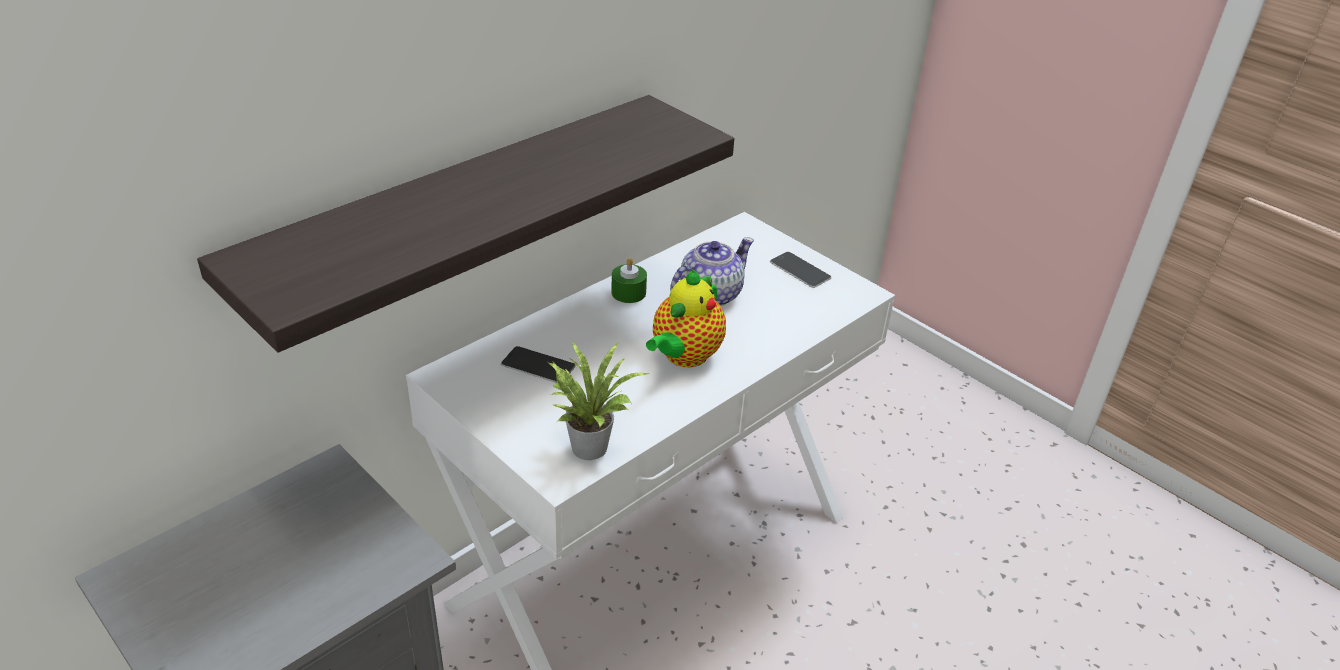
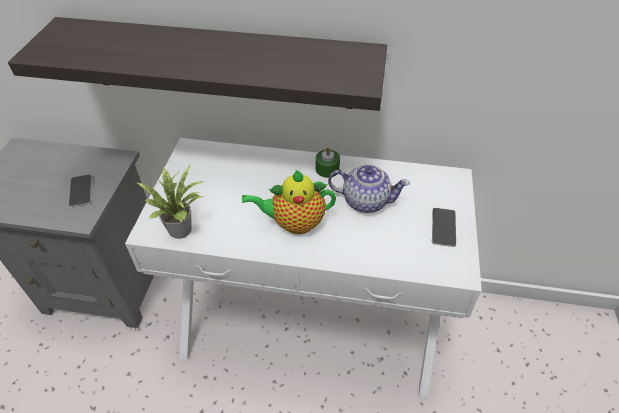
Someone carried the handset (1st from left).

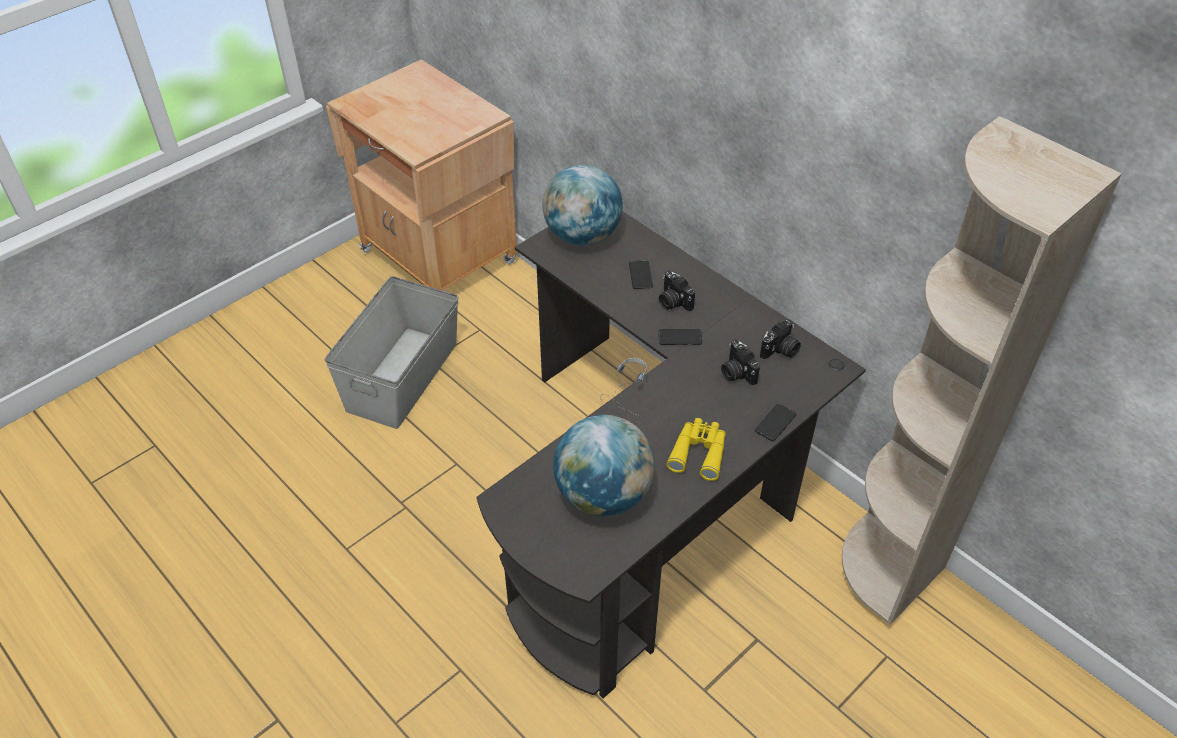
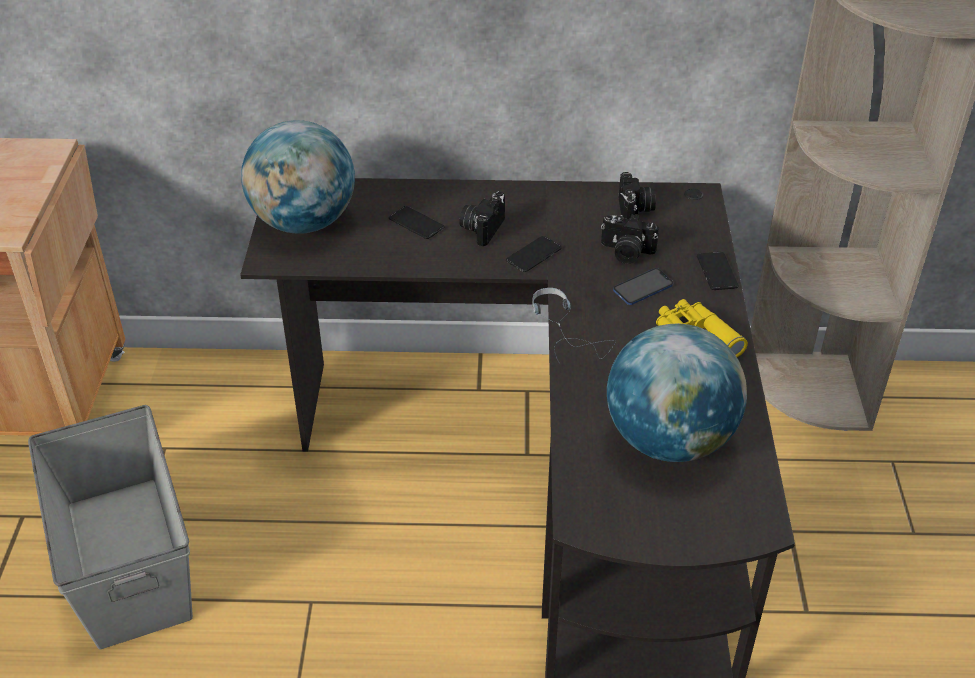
Someone rotated the photo camera (1st from left) by 105 degrees clockwise.
Someone put down the handset (3rd from left).

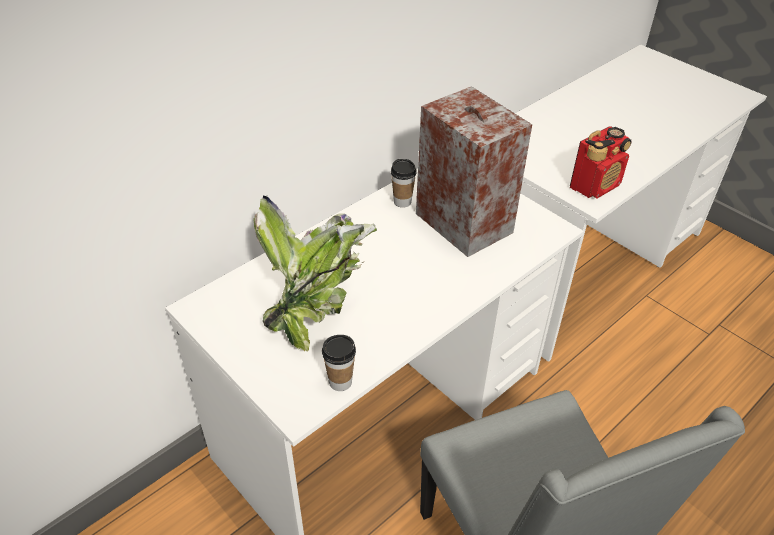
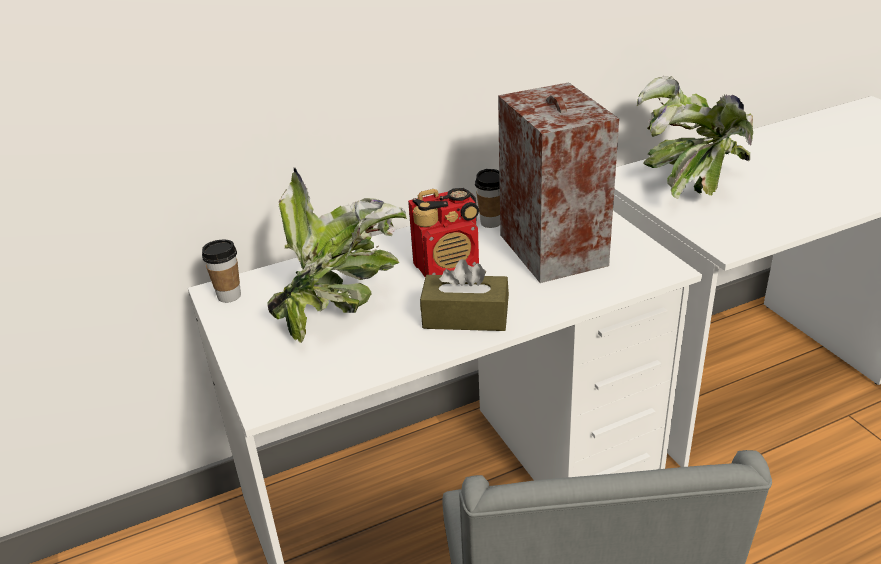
Someone carried the radio set.
Someone carried the drinking cup (1st from left).
Someone put down the potted plant (2nd from left).
Someone put down the brown tissue holder.

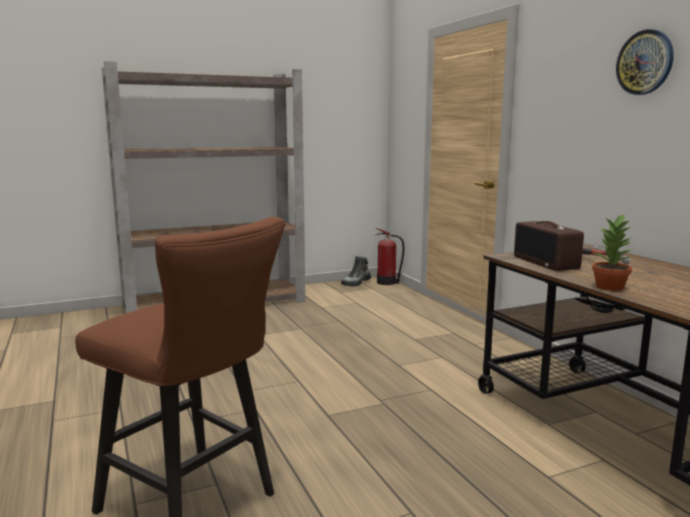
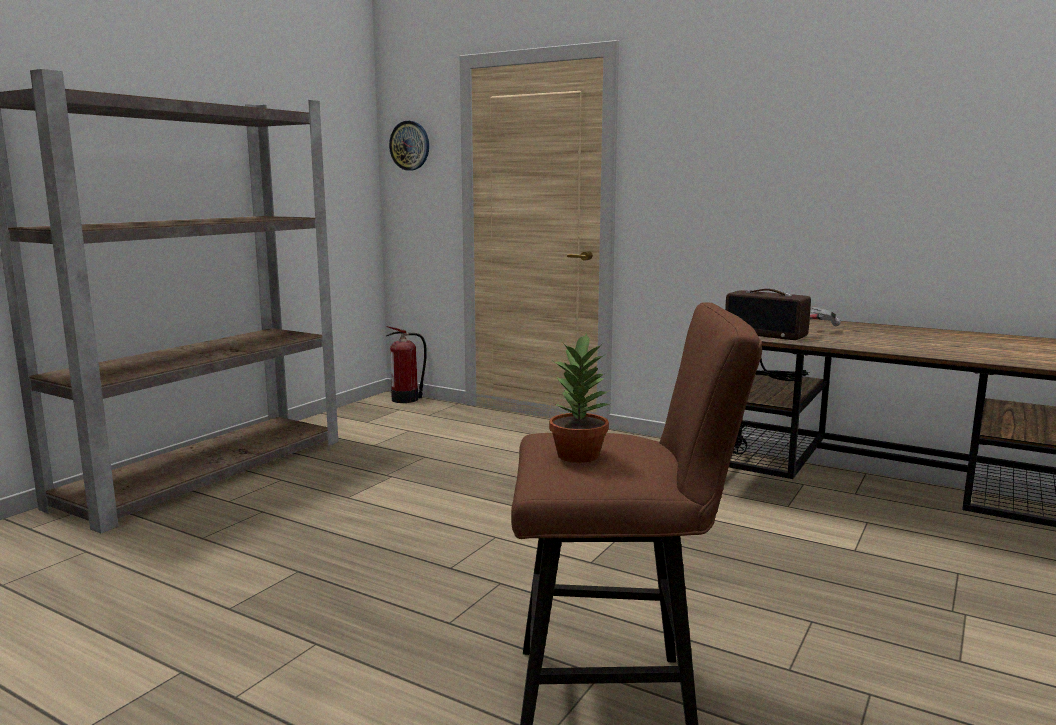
Someone carried the clock on the wall.
Someone carried the potted plant.
Someone took away the boot.

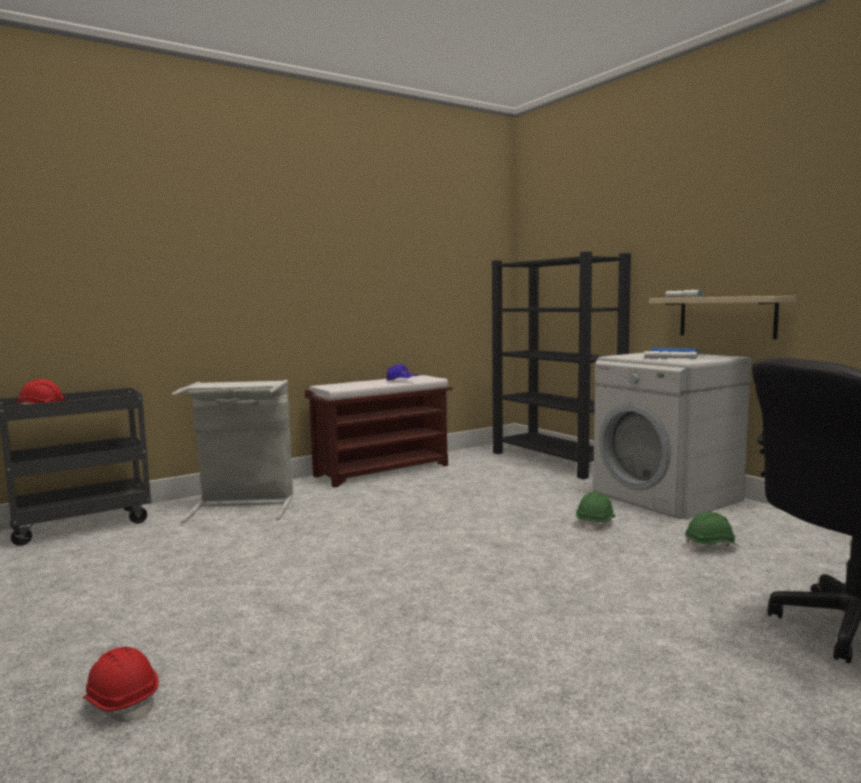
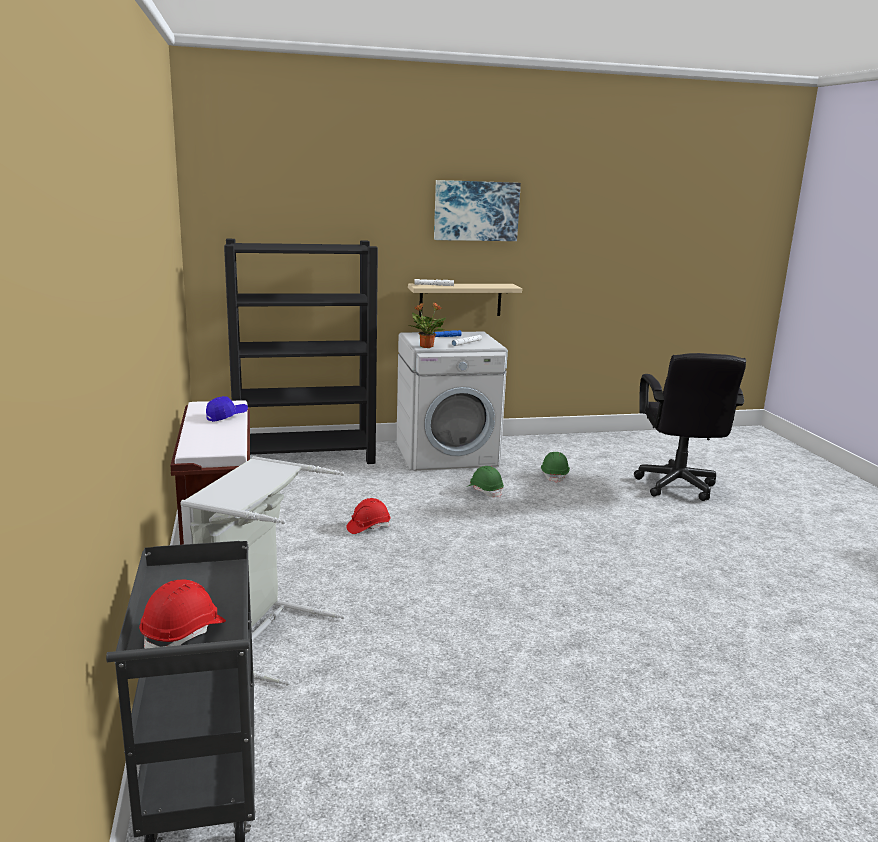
Someone carried the red-coloured work helmet (2nd from left).
Someone put up the wall picture.
Someone put down the potted plant.

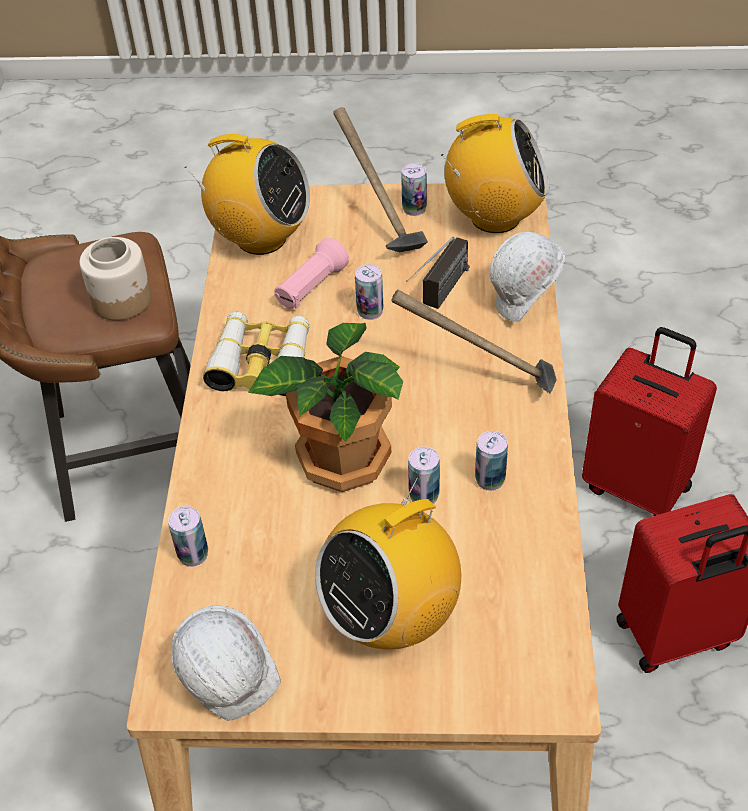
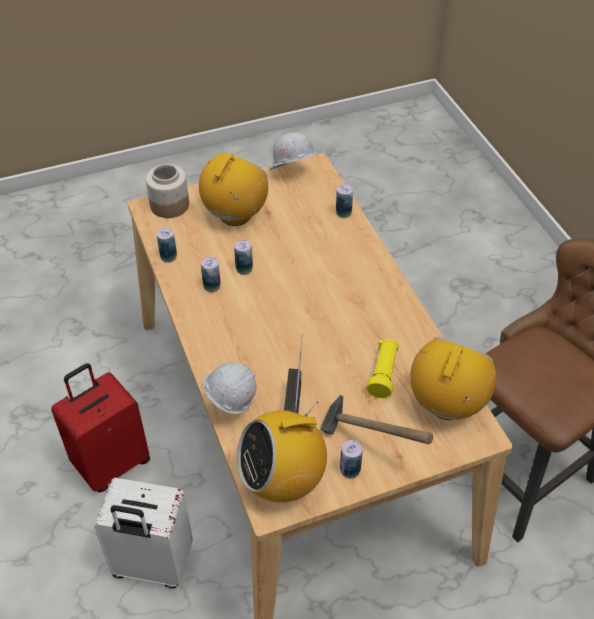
Someone rotated the radio set (1st from left in the first image) by 120 degrees clockwise.
Someone carried the jar.
Someone repainted the pink-coloured torch, which became the yellow torch.
Someone carried the metal can (2nd from left in the first image).
Someone took away the hand hammer (2nd from left).
Someone took away the binoculars.
Someone took away the potted plant.
Someone repainted the red-coloured travel case (1st from left), which became the whitish travel case.

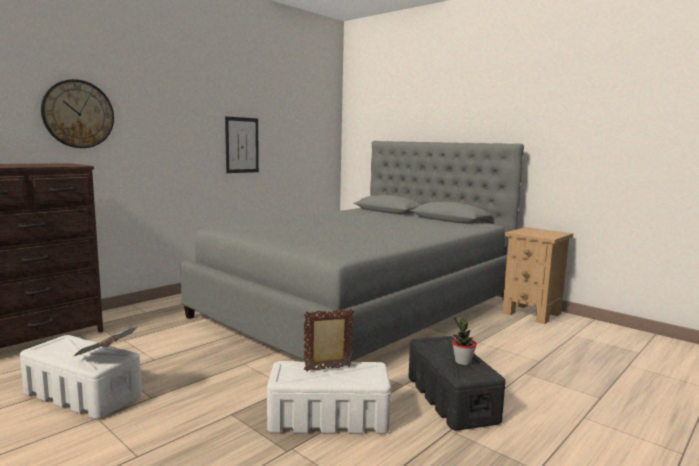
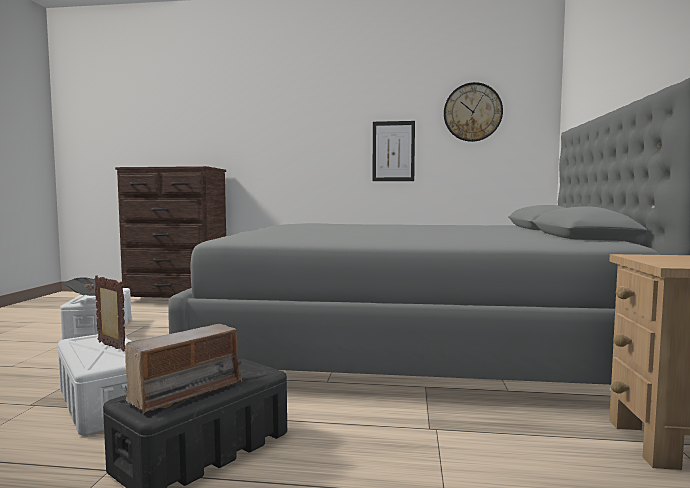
Someone carried the clock on the wall.
Someone swapped the potted plant for the radio set.

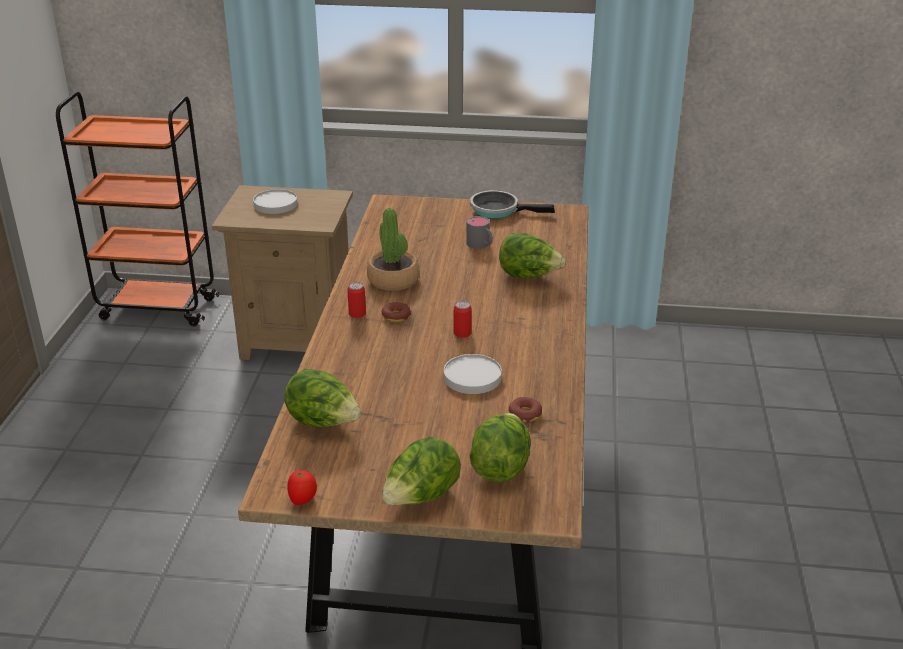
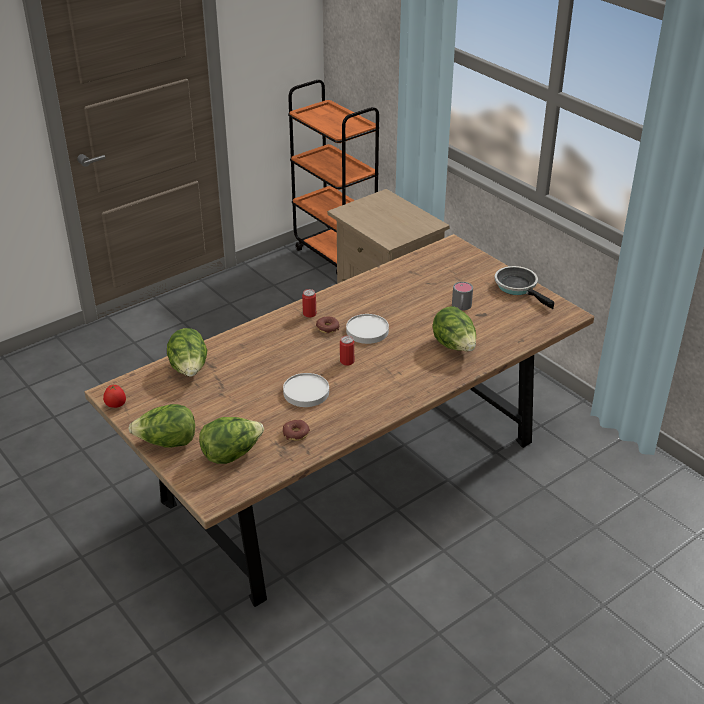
Someone carried the whitish dinner plate (1st from left in the first image).
Someone took away the potted plant.

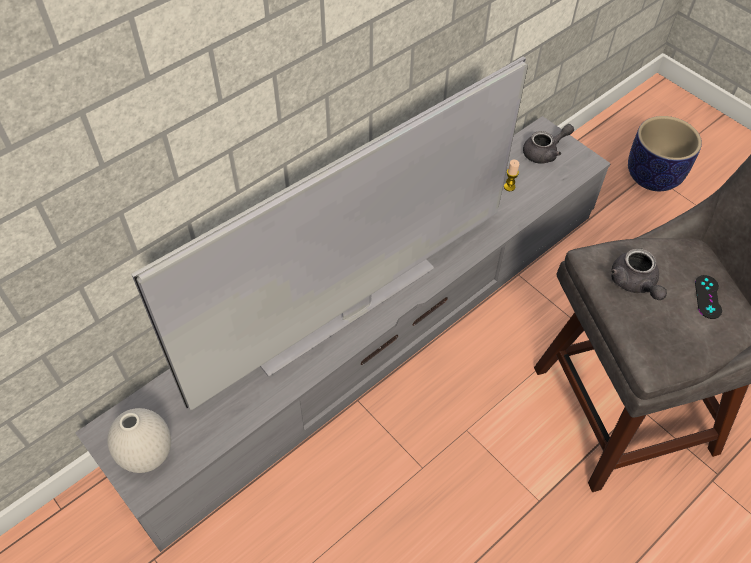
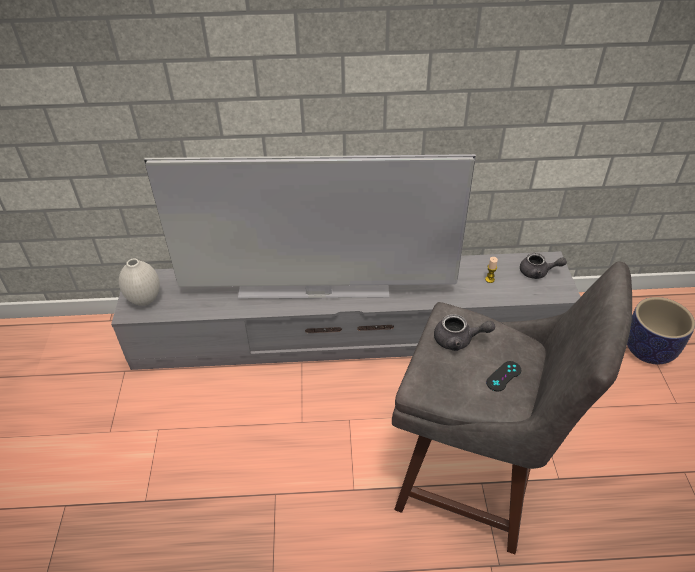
Someone rotated the greyish teapot (2nd from left in the first image) by 105 degrees counterclockwise.

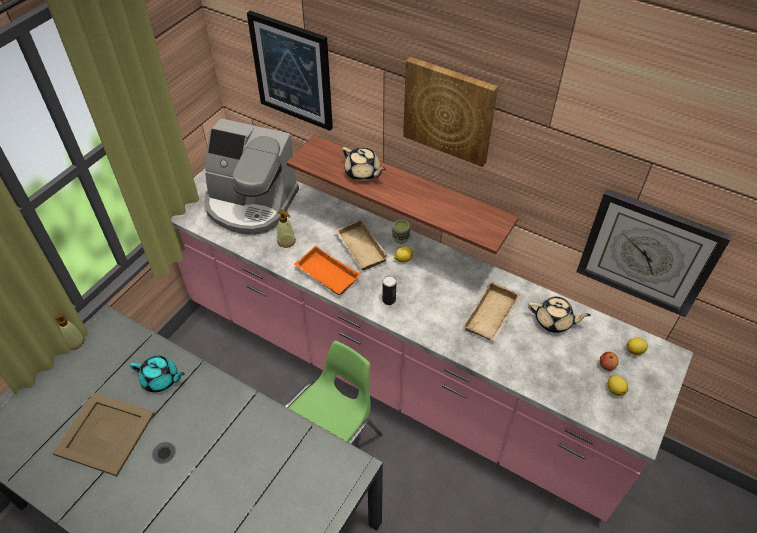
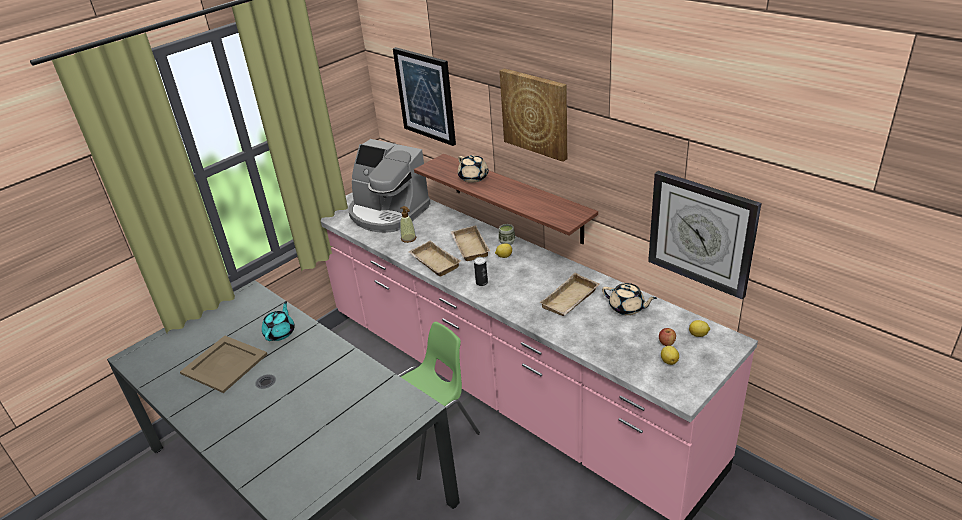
Someone repainted the orange tray, which became the beige tray (2nd from left).
Someone took away the liquid soap bottle (1st from left).
Someone rotated the turquoise teapot by 105 degrees counterclockwise.

